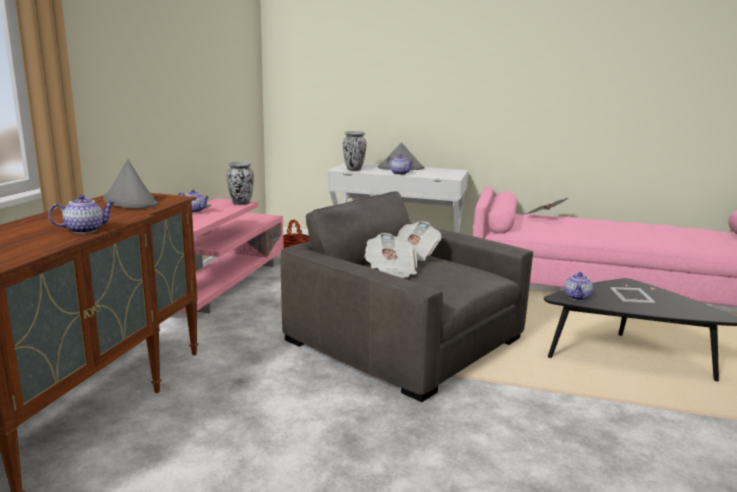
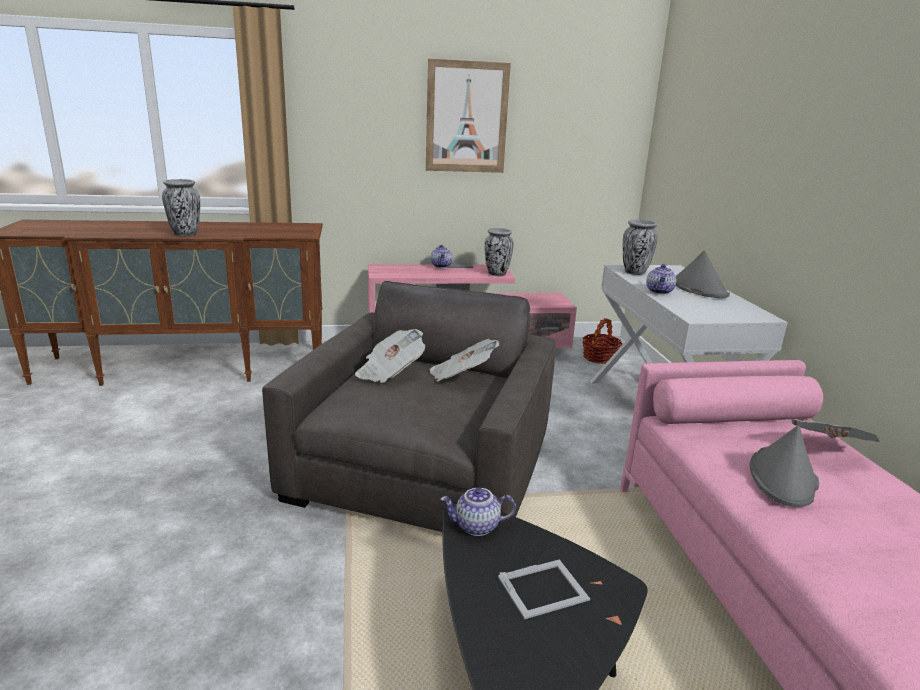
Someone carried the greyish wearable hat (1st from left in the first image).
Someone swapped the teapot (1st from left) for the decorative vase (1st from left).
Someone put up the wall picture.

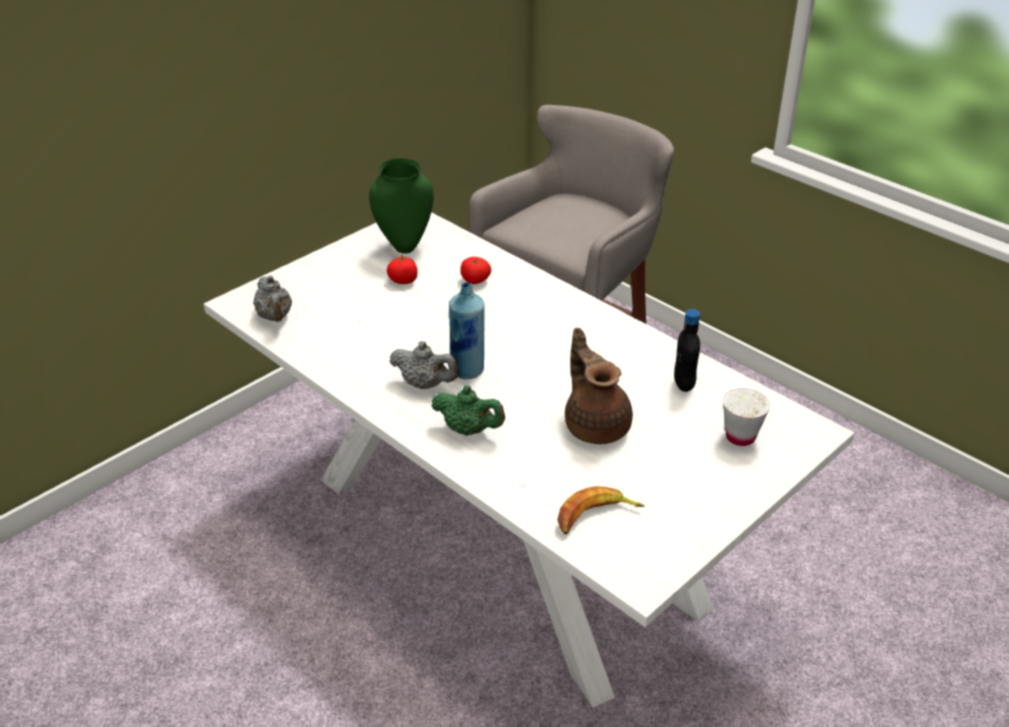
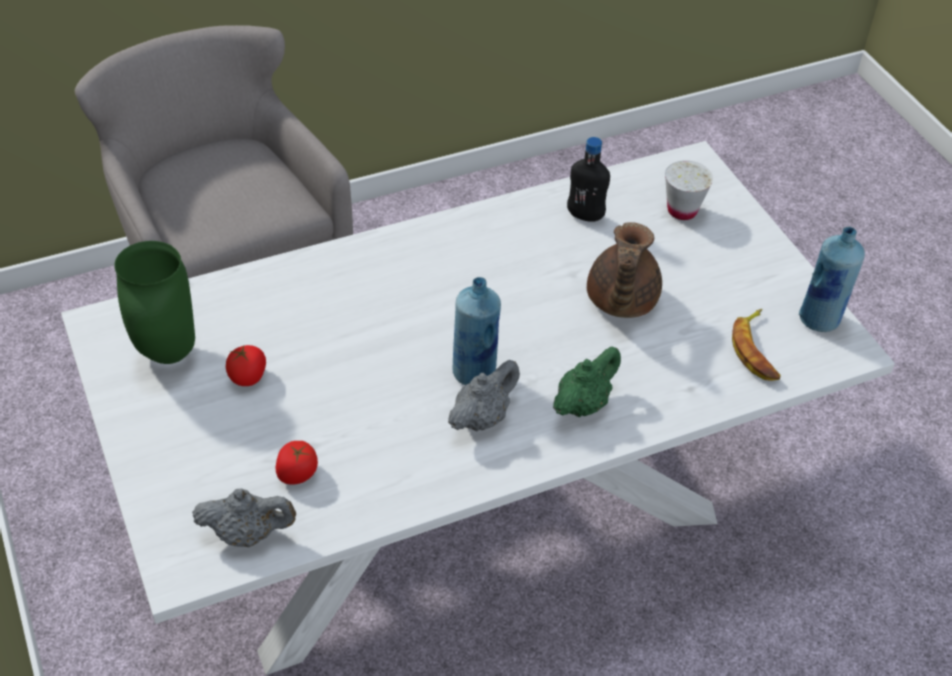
Someone carried the tomato (2nd from left).
Someone rotated the brown teapot by 75 degrees counterclockwise.
Someone put down the blue-coloured drink bottle (2nd from left).

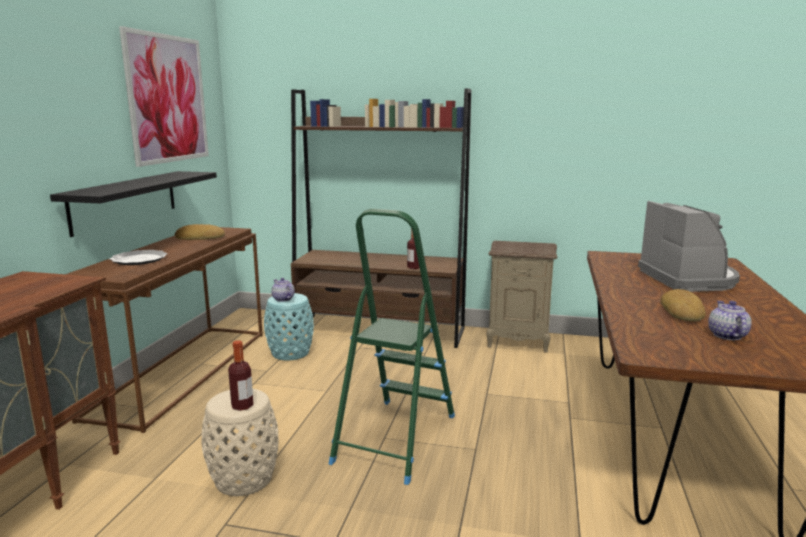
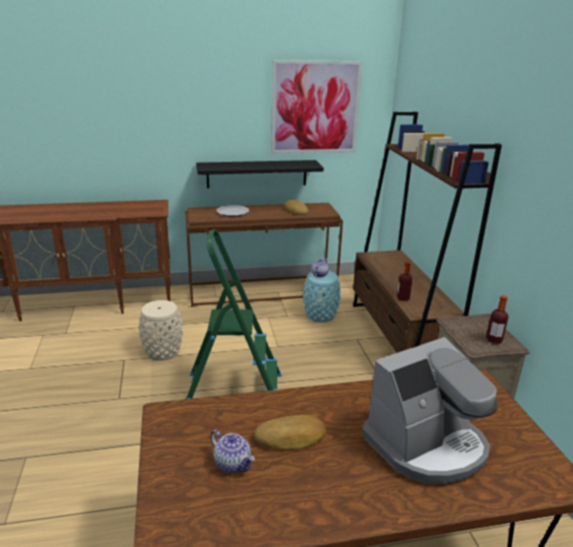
Someone rotated the teapot (2nd from left in the first image) by 60 degrees clockwise.
Someone carried the drink bottle (1st from left in the first image).

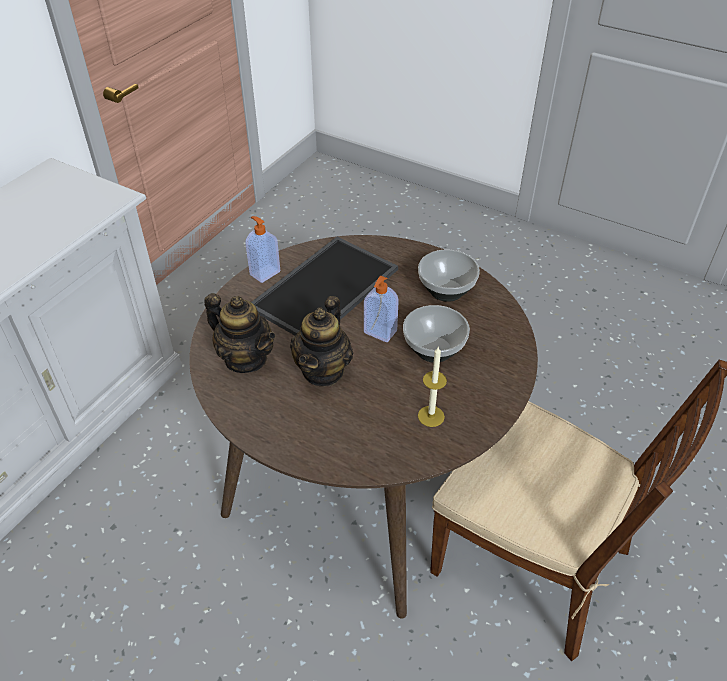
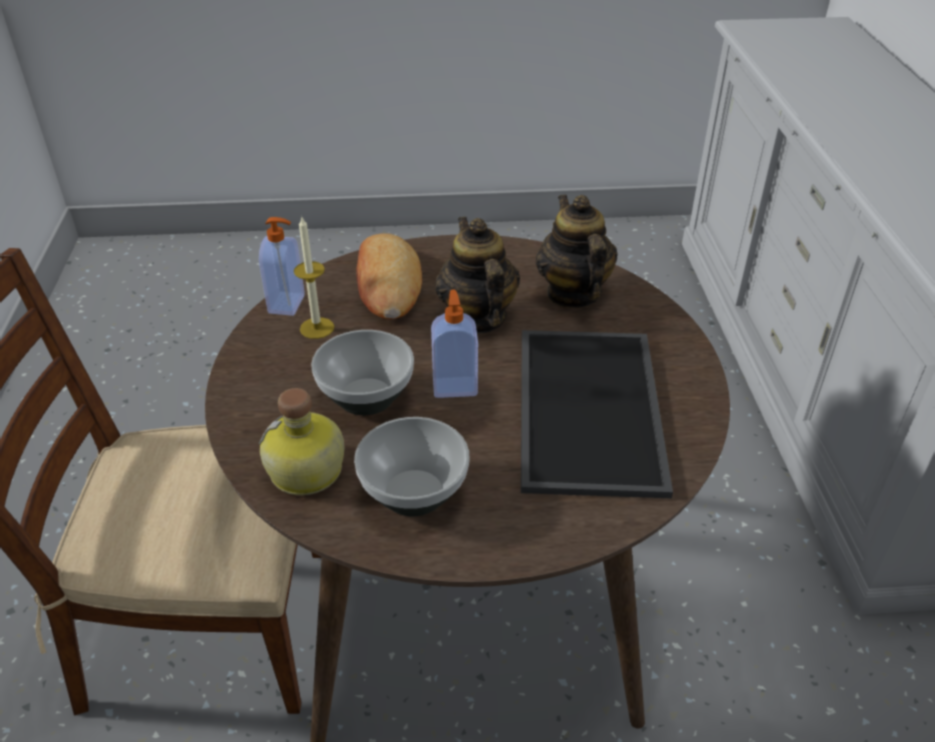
Someone carried the liquid soap bottle (1st from left).
Someone rotated the teapot (1st from left in the first image) by 75 degrees clockwise.
Someone put down the bakery bread.
Someone put down the drink bottle.

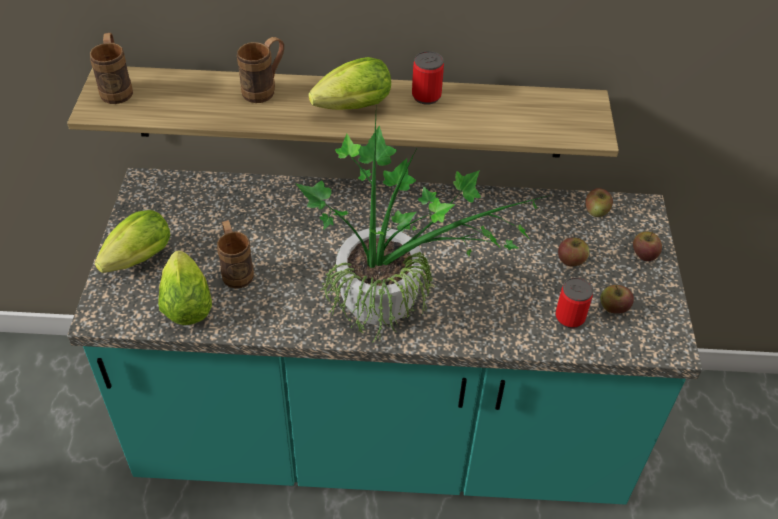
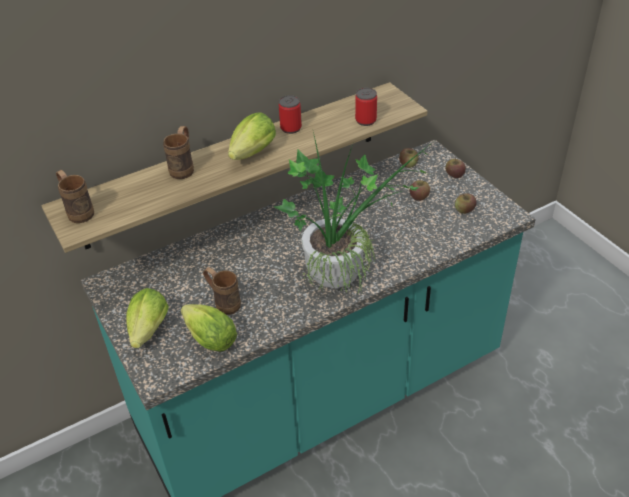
Someone carried the metal can (2nd from left).

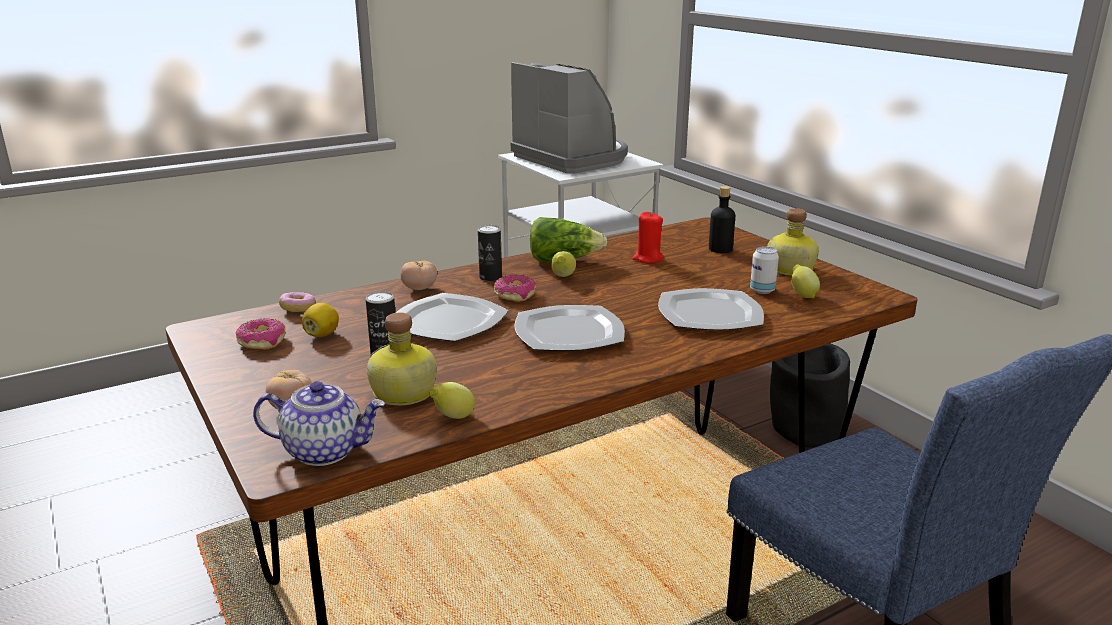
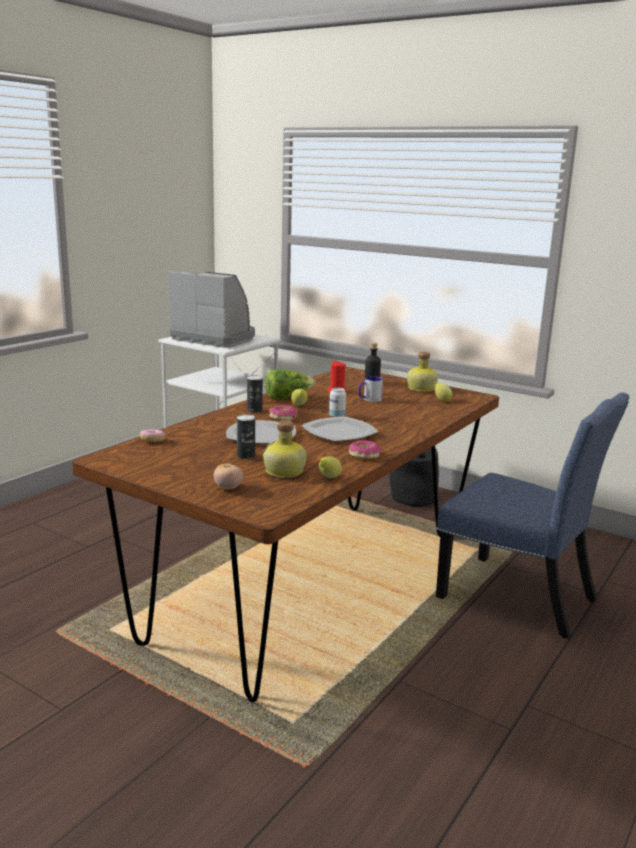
Someone carried the metal can (3rd from left).
Someone took away the tomato (2nd from left).
Someone took away the dinner plate (3rd from left).
Someone took away the lemon (1st from left).
Someone carried the donut (1st from left in the first image).
Someone took away the teapot.
Someone put down the tea mug.

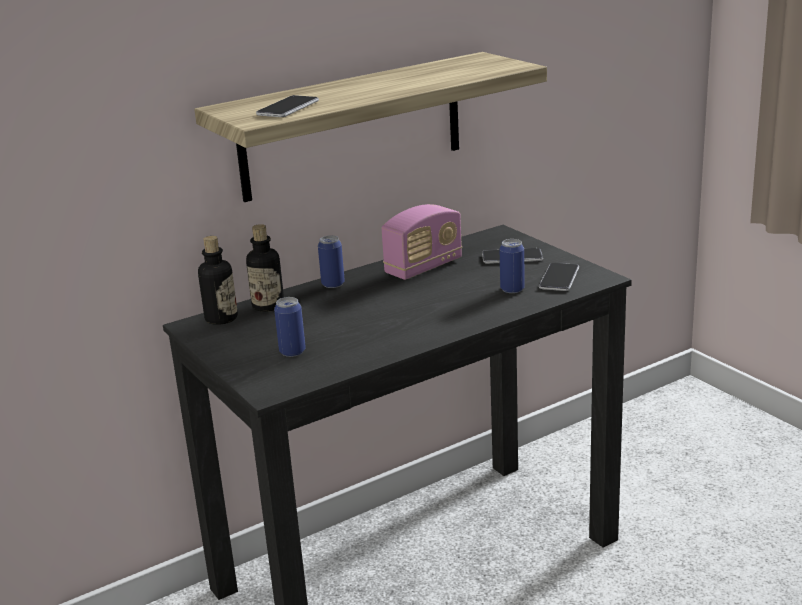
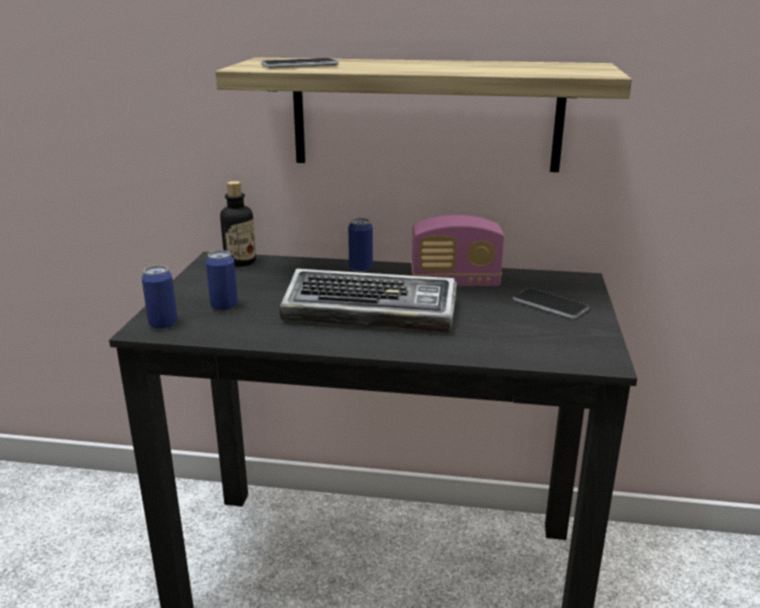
Someone took away the drink bottle (2nd from left).
Someone carried the metal can (3rd from left in the first image).
Someone took away the handset (3rd from left).
Someone put down the computer keyboard.

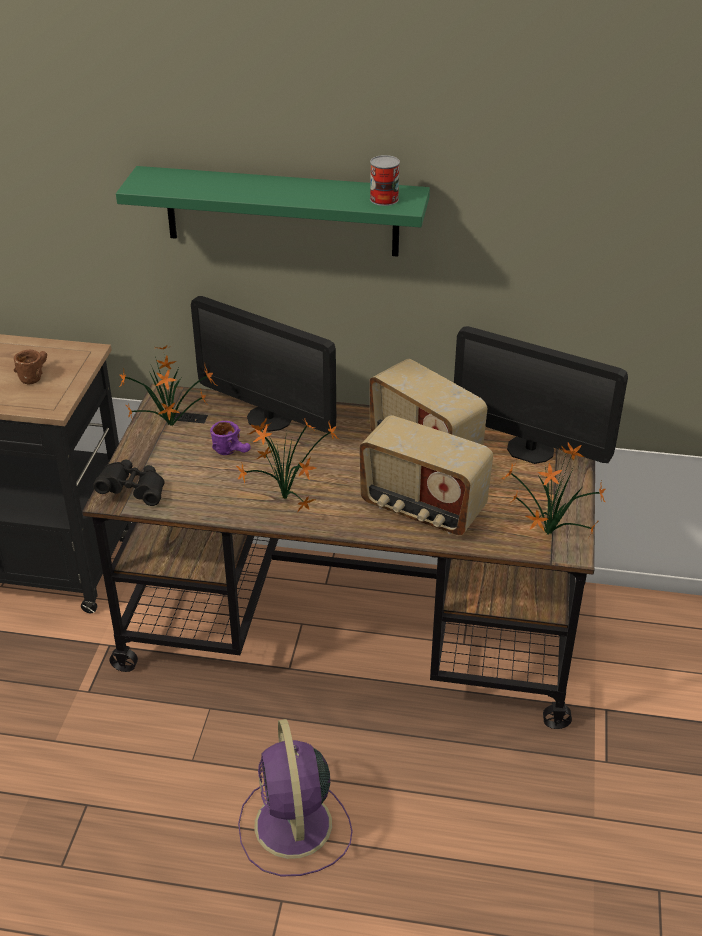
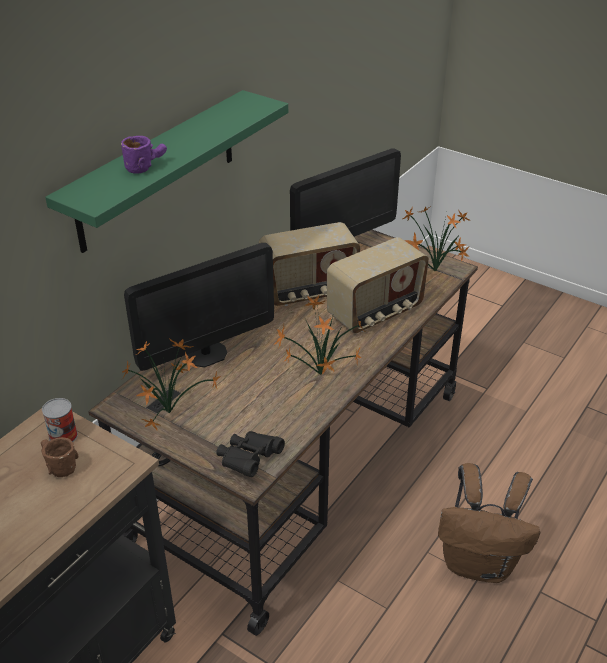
Someone carried the metal can.
Someone carried the purple-coloured tea mug.
Someone swapped the purple-coloured cooling fan for the brown knapsack.

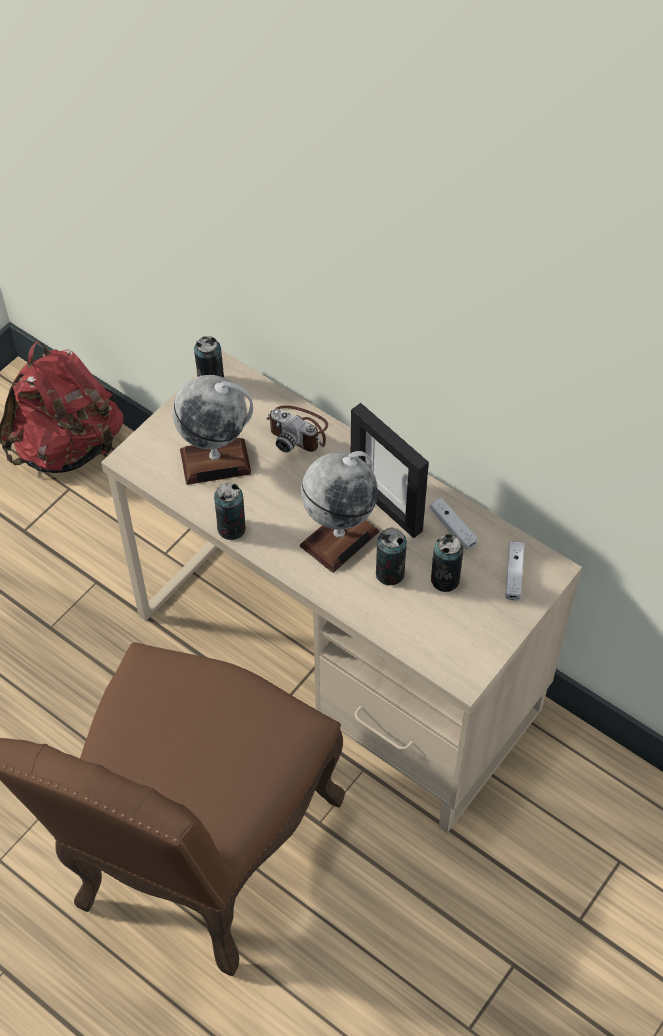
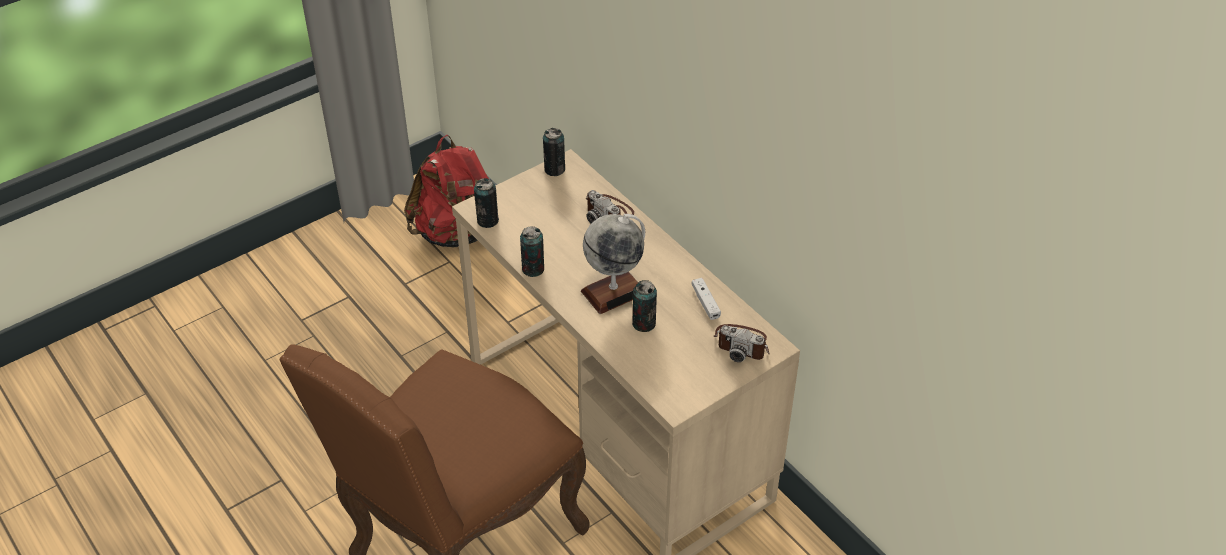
Someone took away the desk globe (1st from left).
Someone took away the picture frame.
Someone carried the metal can (4th from left in the first image).
Someone swapped the whitish game controller (2nd from left) for the photo camera (2nd from left).

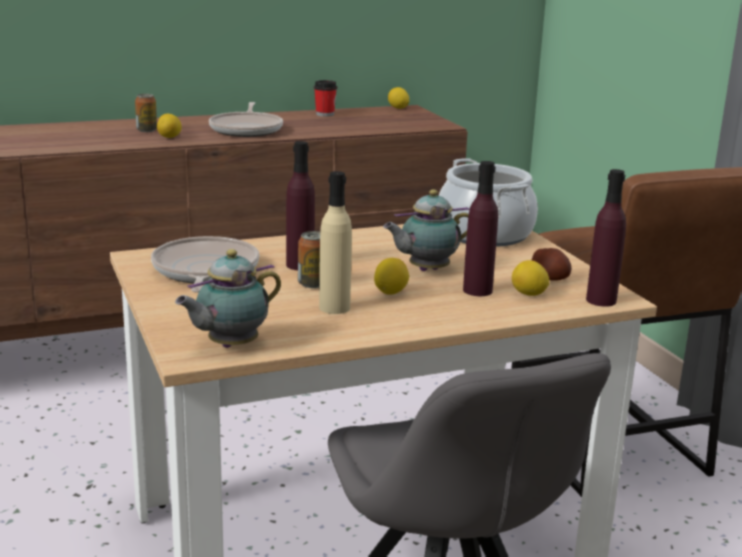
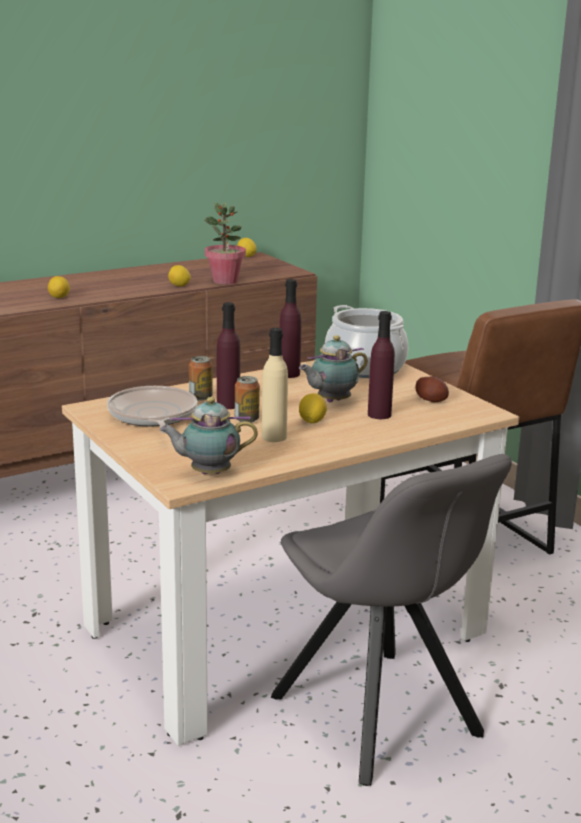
Someone took away the drinking cup.
Someone carried the metal can (1st from left).
Someone took away the pan (2nd from left).
Someone carried the purple-coloured drink bottle (3rd from left in the first image).
Someone rotated the teapot (1st from left) by 45 degrees clockwise.
Someone carried the lemon (4th from left in the first image).
Someone put down the potted plant.

